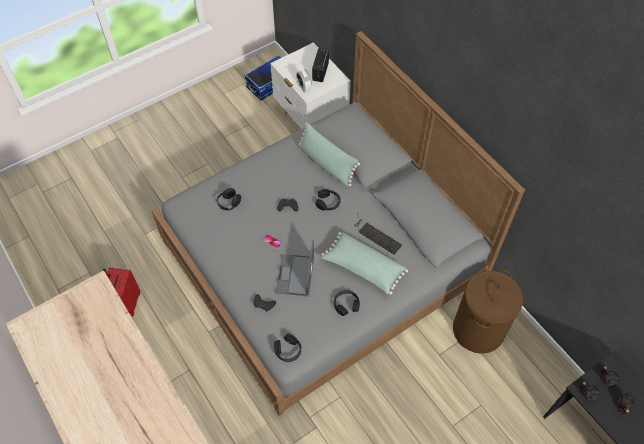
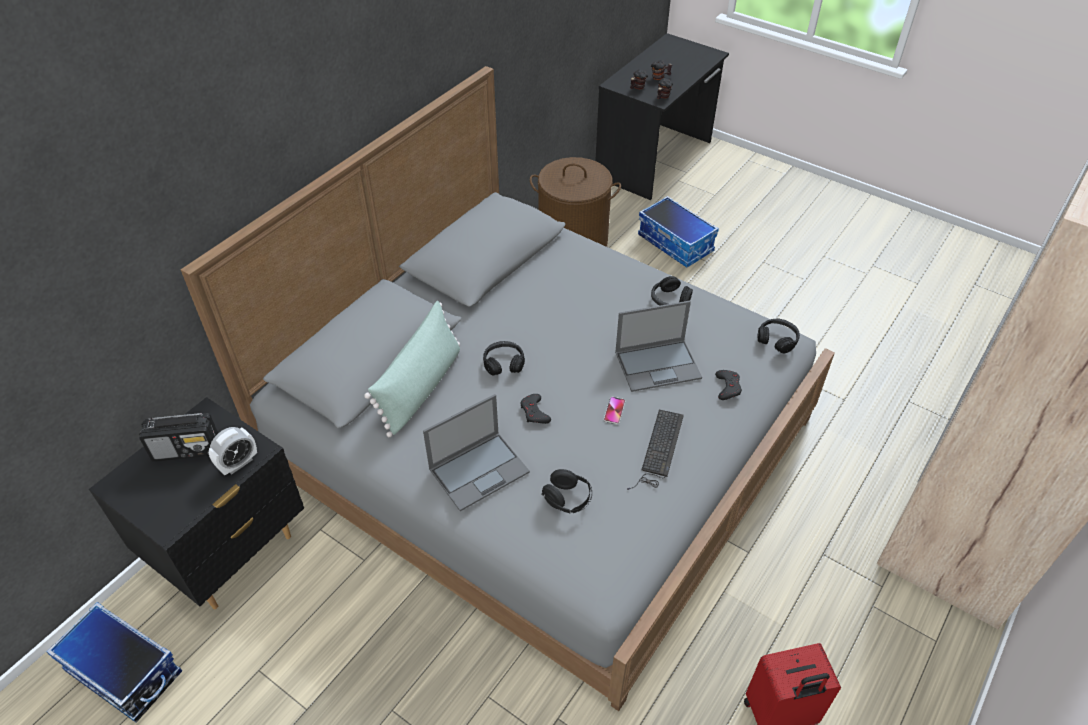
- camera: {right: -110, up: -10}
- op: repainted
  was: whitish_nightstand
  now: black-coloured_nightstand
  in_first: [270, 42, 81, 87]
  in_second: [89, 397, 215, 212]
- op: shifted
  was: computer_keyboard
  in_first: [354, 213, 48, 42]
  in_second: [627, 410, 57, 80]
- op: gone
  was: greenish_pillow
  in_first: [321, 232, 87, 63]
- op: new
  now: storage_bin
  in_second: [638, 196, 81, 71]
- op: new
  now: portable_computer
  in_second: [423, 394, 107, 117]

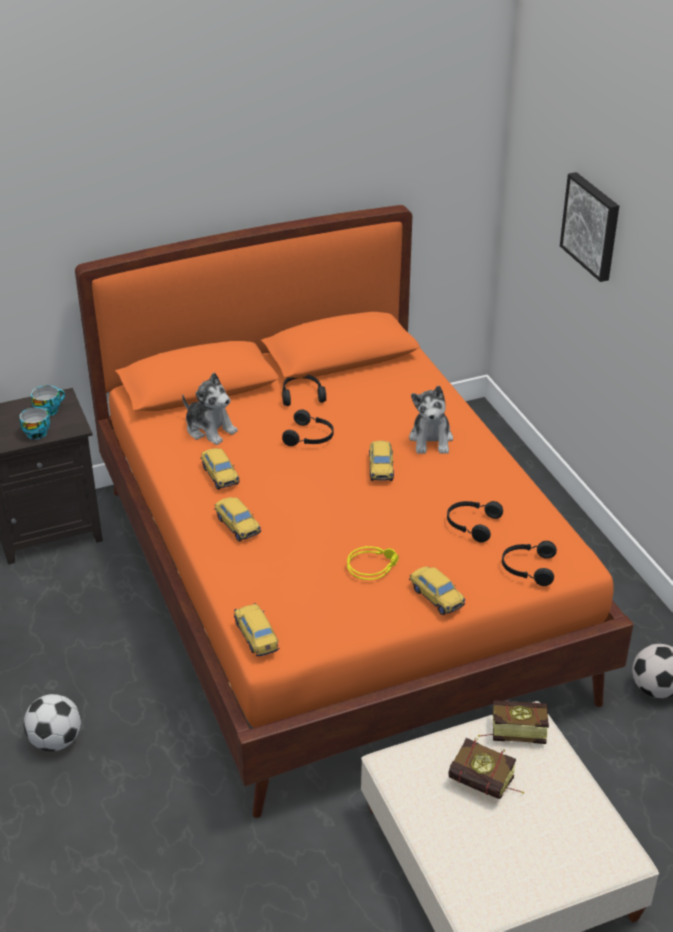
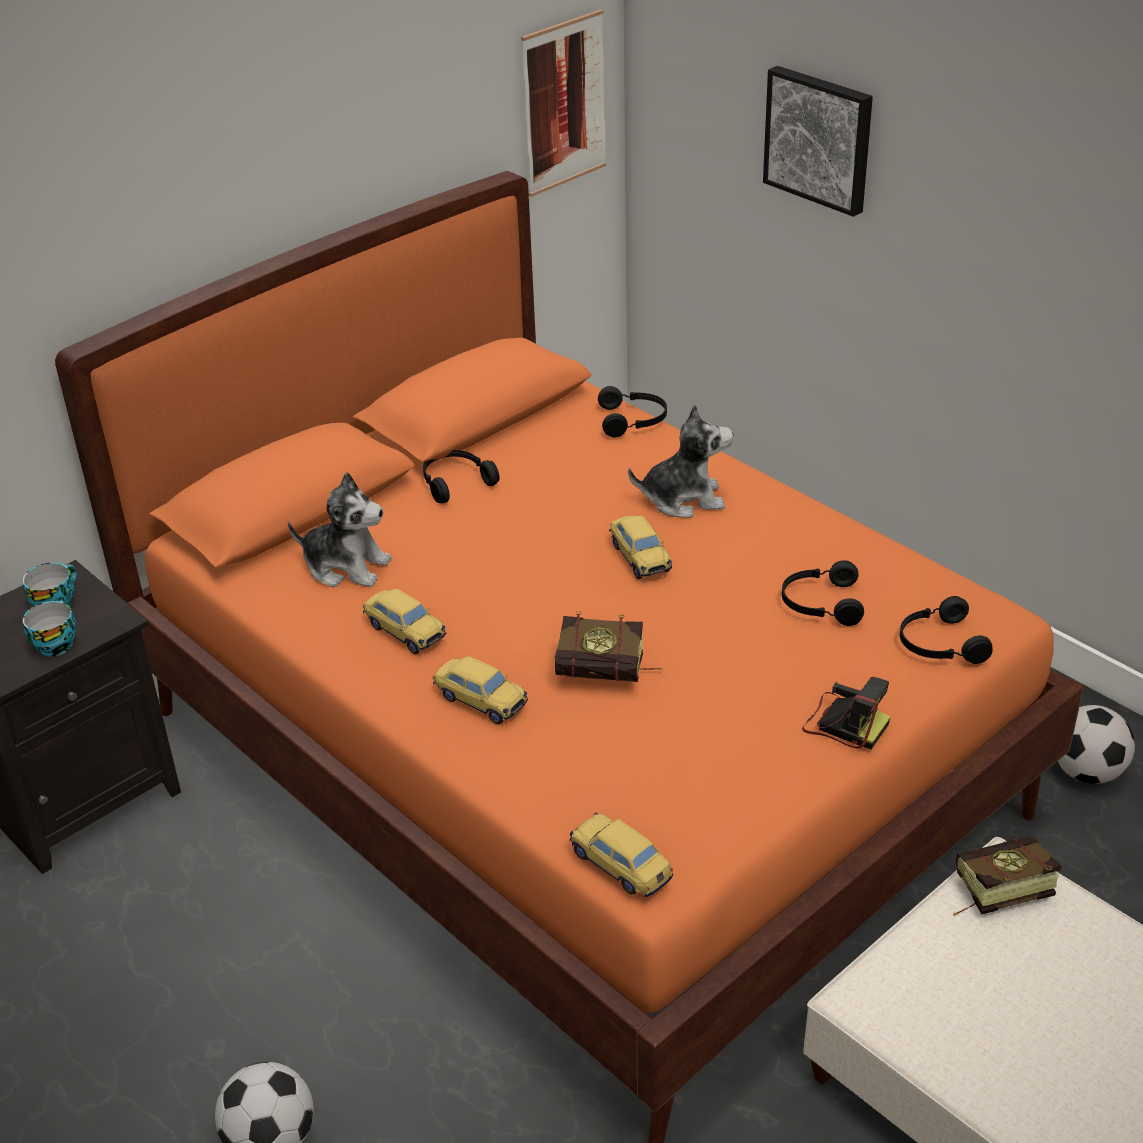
- camera: {right: -20, up: 0}
- op: rotated
  was: soft_toy
  in_first: [409, 386, 44, 68]
  in_second: [628, 404, 105, 114]
  clockwise: -75
- op: shifted
  was: black-coloured_pair_of_headphones
  in_first: [282, 409, 52, 37]
  in_second: [598, 386, 69, 52]
- op: gone
  was: yellowish_pair_of_headphones
  in_first: [347, 546, 52, 34]
- op: swapped
  was: miniature_car
  now: still_camera
  in_first: [409, 566, 56, 49]
  in_second: [802, 677, 89, 73]
- op: shifted
  was: volume
  in_first: [448, 738, 76, 61]
  in_second: [555, 612, 108, 70]
- op: new
  now: wall_art
  in_second: [521, 10, 85, 187]

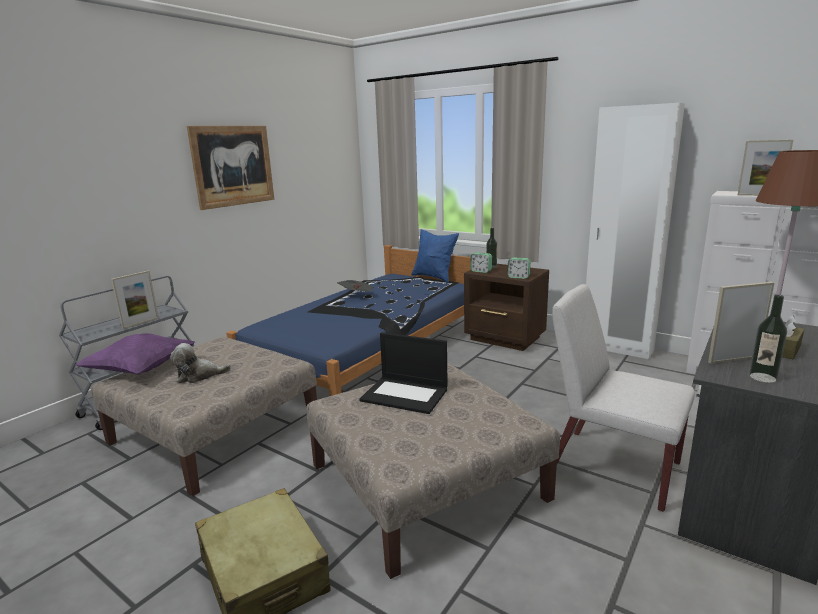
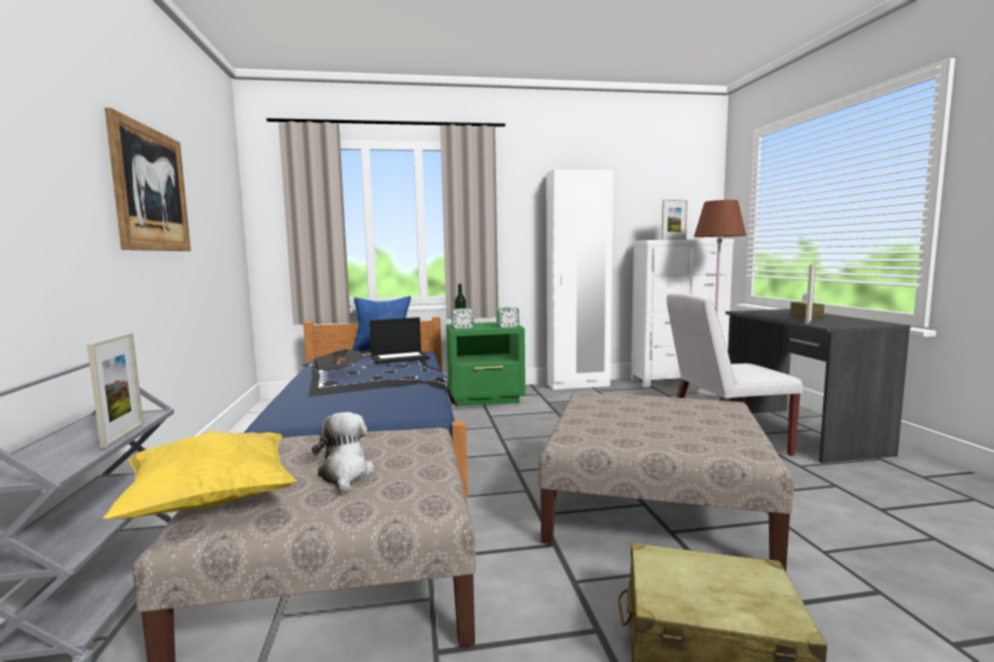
- camera: {right: -45, up: -10}
- op: repainted
  was: brown_nightstand
  now: greenish_nightstand
  in_first: [464, 264, 85, 87]
  in_second: [446, 322, 79, 85]
- op: gone
  was: drink_bottle
  in_first: [749, 295, 38, 88]
- op: shifted
  was: portable_computer
  in_first: [360, 332, 88, 82]
  in_second: [370, 317, 60, 47]
- op: repainted
  was: purplish_pillow
  now: yellowish_pillow
  in_first: [75, 333, 120, 42]
  in_second: [103, 430, 193, 89]
- op: rotated
  was: soft_toy
  in_first: [170, 343, 61, 40]
  in_second: [312, 412, 62, 82]
  clockwise: 135

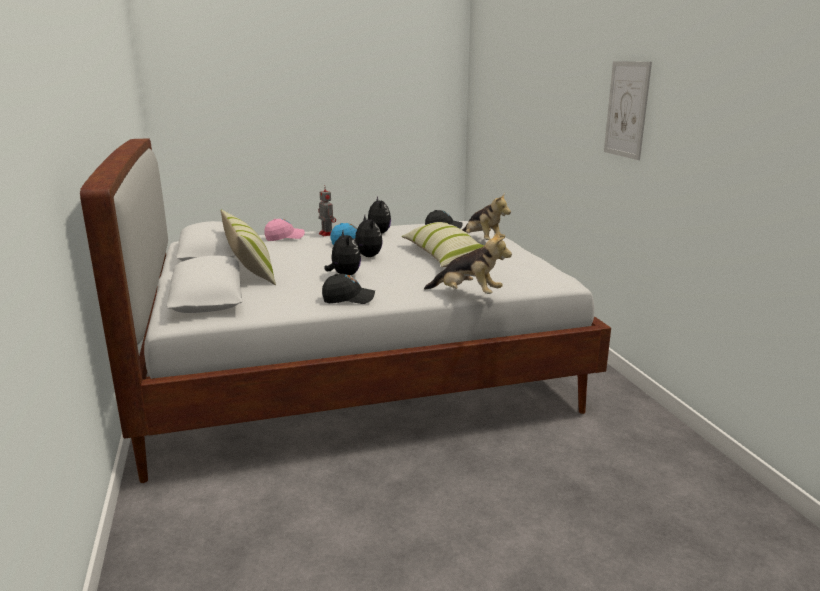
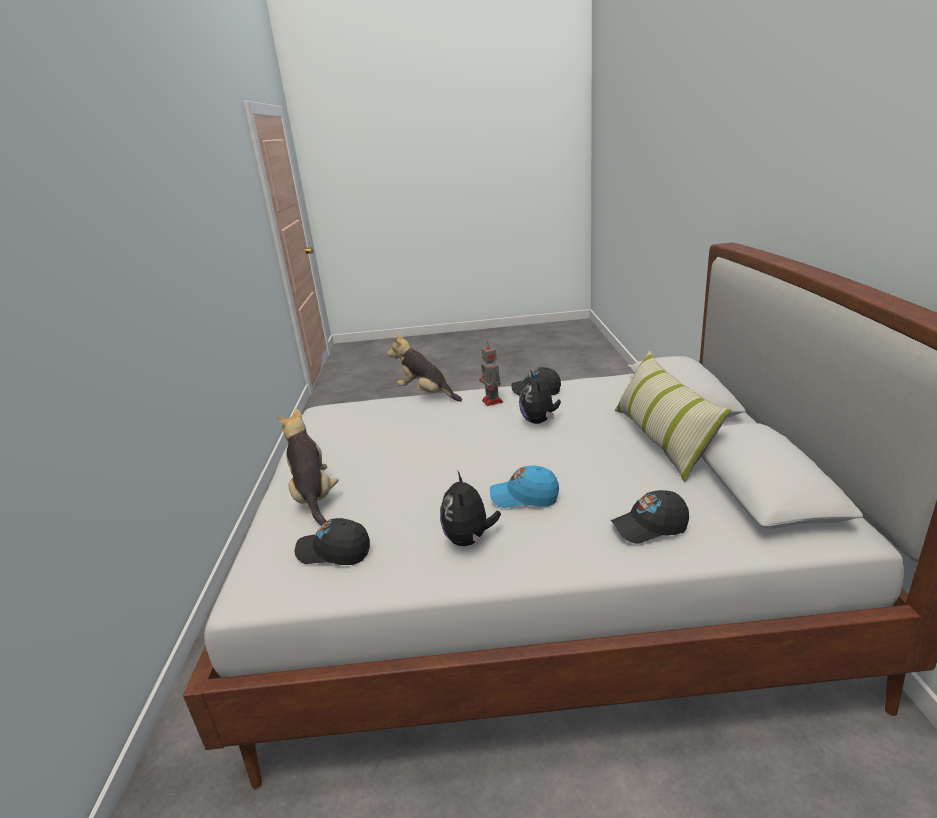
- camera: {right: -165, up: 5}
- op: gone
  was: wall_art
  in_first: [604, 61, 48, 99]
- op: shifted
  was: toy_robot
  in_first: [318, 186, 18, 50]
  in_second: [479, 341, 24, 65]
- op: gone
  was: soft_toy
  in_first: [354, 215, 29, 42]
- op: repainted
  was: pink-coloured_peaked_cap
  now: black-coloured_peaked_cap
  in_first: [265, 219, 40, 22]
  in_second: [611, 490, 78, 54]
- op: gone
  was: pillow
  in_first: [402, 222, 82, 45]

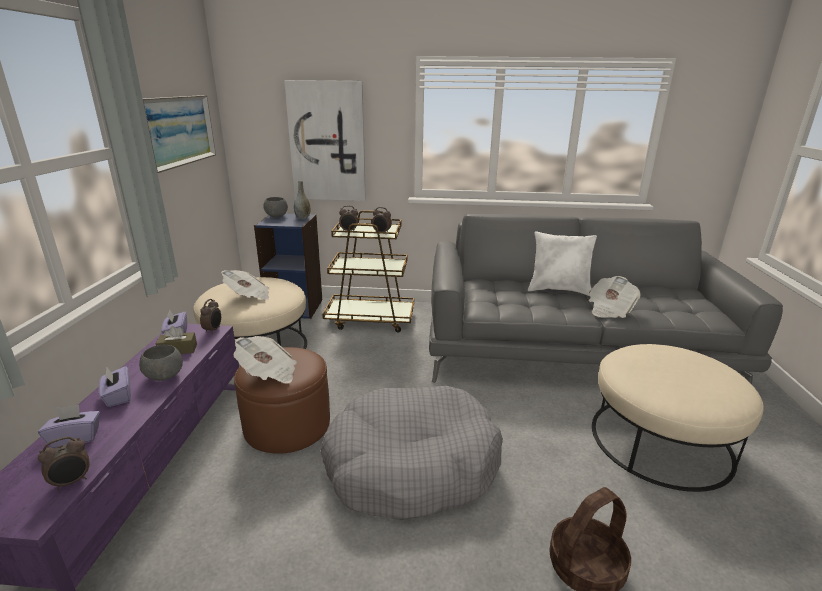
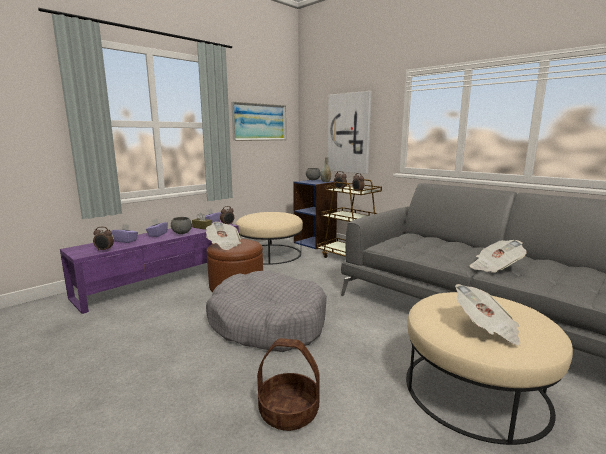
- camera: {right: 40, up: -10}
- op: gone
  was: whitish_pillow
  in_first: [528, 231, 69, 65]
- op: shifted
  was: printed_paper
  in_first: [221, 270, 48, 30]
  in_second: [455, 284, 65, 62]

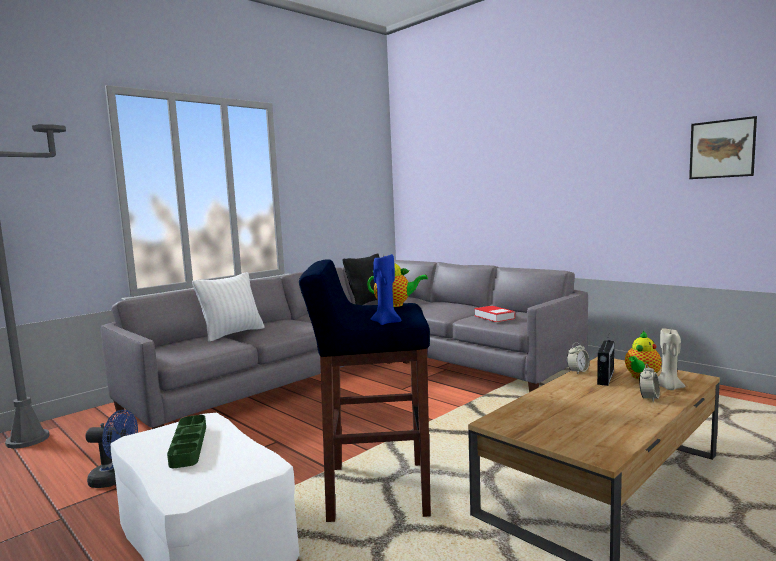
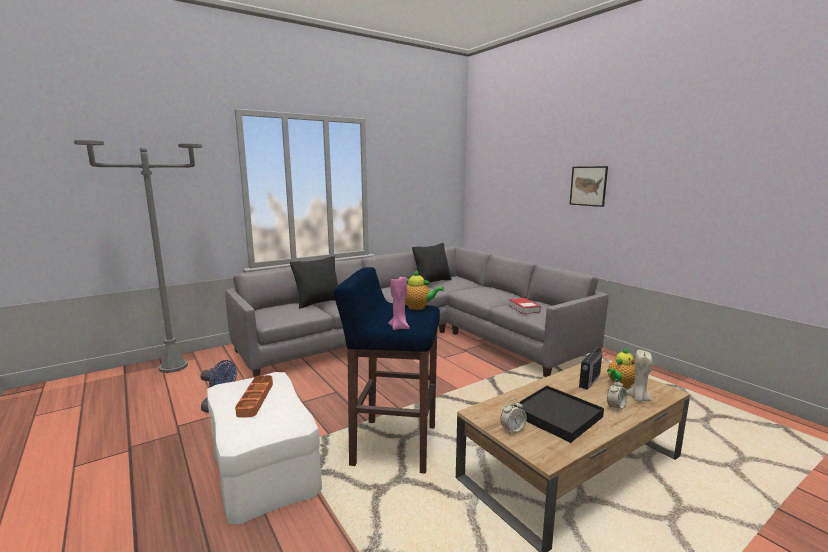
- camera: {right: 10, up: 5}
- op: shifted
  was: wall_art
  in_first: [689, 116, 68, 63]
  in_second: [570, 166, 38, 41]
- op: repainted
  was: blue-coloured_candle
  now: pink-coloured_candle
  in_first: [371, 254, 30, 71]
  in_second: [388, 277, 22, 53]
- op: repainted
  was: whitish_pillow
  now: black-coloured_pillow
  in_first: [192, 272, 72, 69]
  in_second: [290, 256, 49, 52]
- op: shifted
  was: alarm_clock
  in_first: [567, 342, 23, 32]
  in_second: [500, 399, 27, 35]
- op: repainted
  was: greenish_serving_tray
  now: orangey_serving_tray
  in_first: [167, 415, 39, 53]
  in_second: [235, 375, 38, 43]
- op: new
  now: black-coloured_serving_tray
  in_second: [513, 386, 91, 57]

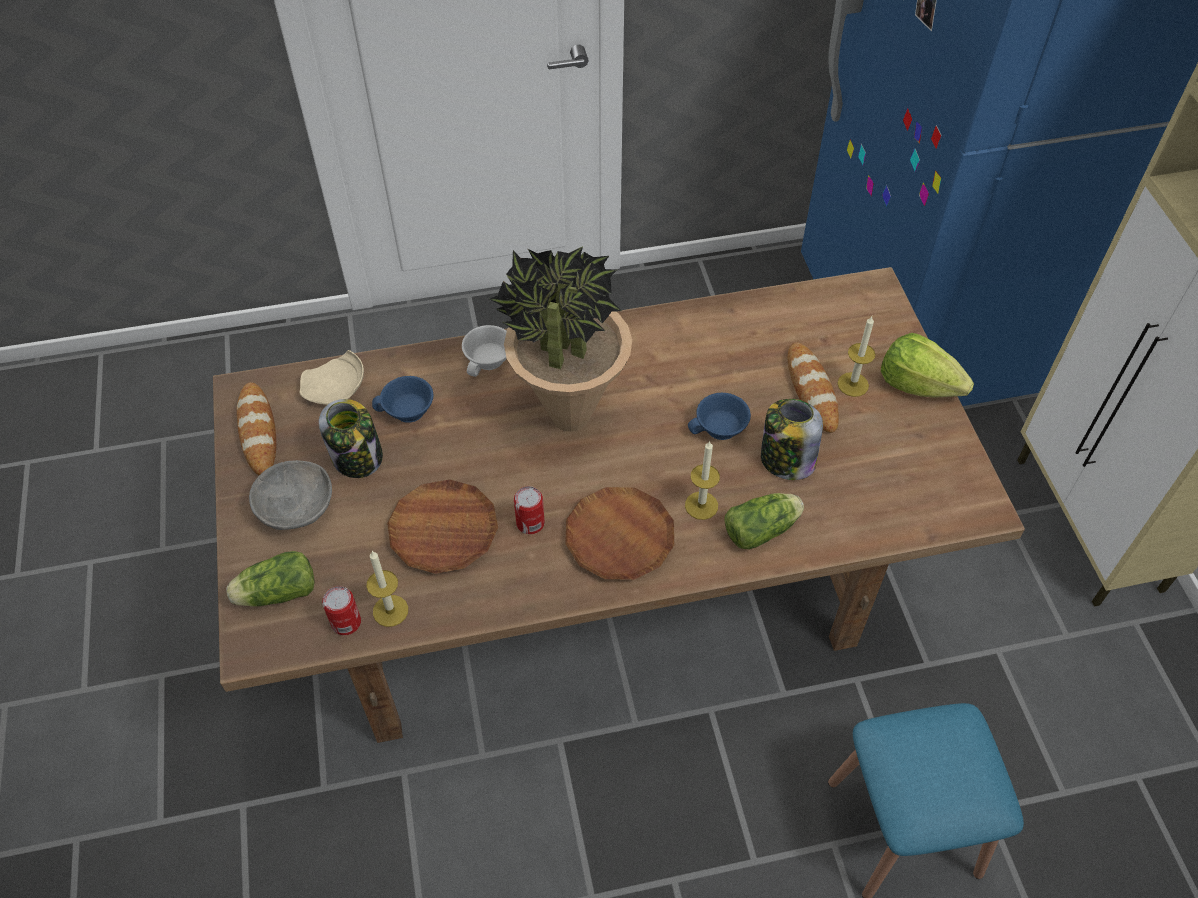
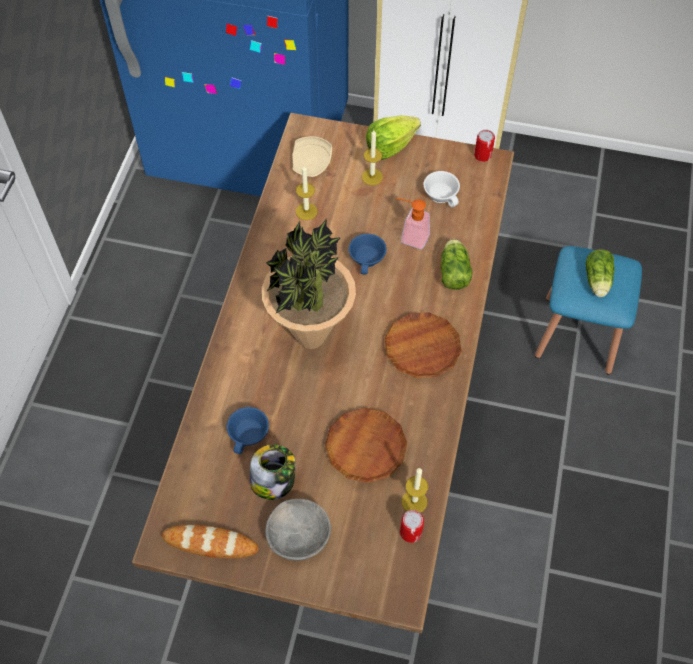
- camera: {right: -65, up: 5}
- op: shifted
  was: whitish_cup
  in_first: [462, 325, 45, 52]
  in_second: [423, 171, 37, 36]
- op: gone
  was: bakery_bread
  in_first: [788, 342, 51, 91]
- op: shifted
  was: beige_dinner_plate
  in_first: [300, 350, 64, 55]
  in_second: [292, 136, 40, 41]
- op: swapped
  was: jar
  now: soap_bottle
  in_first: [761, 399, 62, 81]
  in_second: [396, 198, 34, 51]
- op: shifted
  was: candle
  in_first: [685, 441, 35, 79]
  in_second: [296, 165, 21, 55]
- op: shifted
  was: metal_can
  in_first: [514, 486, 31, 48]
  in_second: [474, 130, 21, 32]
- op: shifted
  was: head_of_lettuce
  in_first: [226, 551, 89, 56]
  in_second: [585, 249, 30, 48]

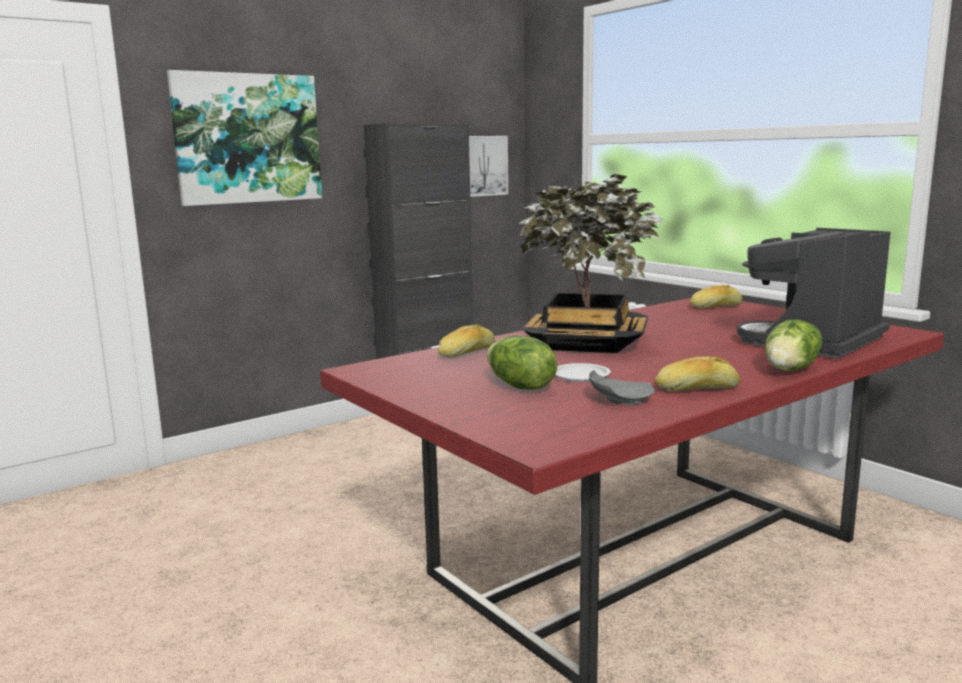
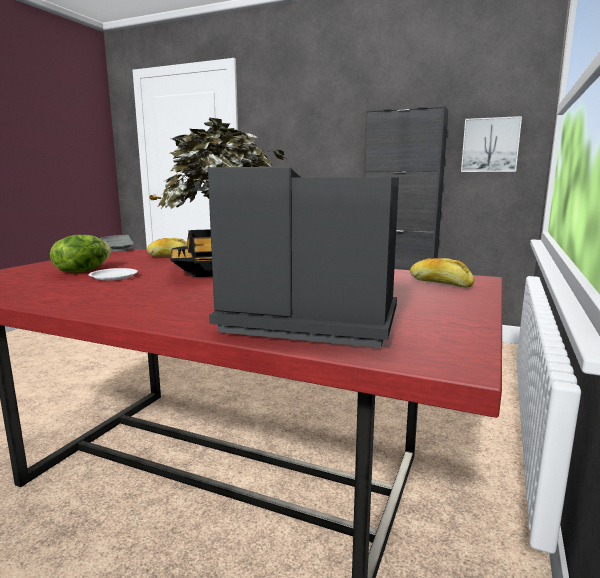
- camera: {right: 60, up: 0}
- op: gone
  was: wall_art
  in_first: [167, 70, 155, 136]
- op: gone
  was: head_of_lettuce
  in_first: [765, 320, 57, 51]
- op: gone
  was: bakery_bread
  in_first: [655, 356, 85, 35]
- op: shifted
  was: gray_dinner_plate
  in_first: [589, 370, 66, 35]
  in_second: [100, 235, 34, 17]

